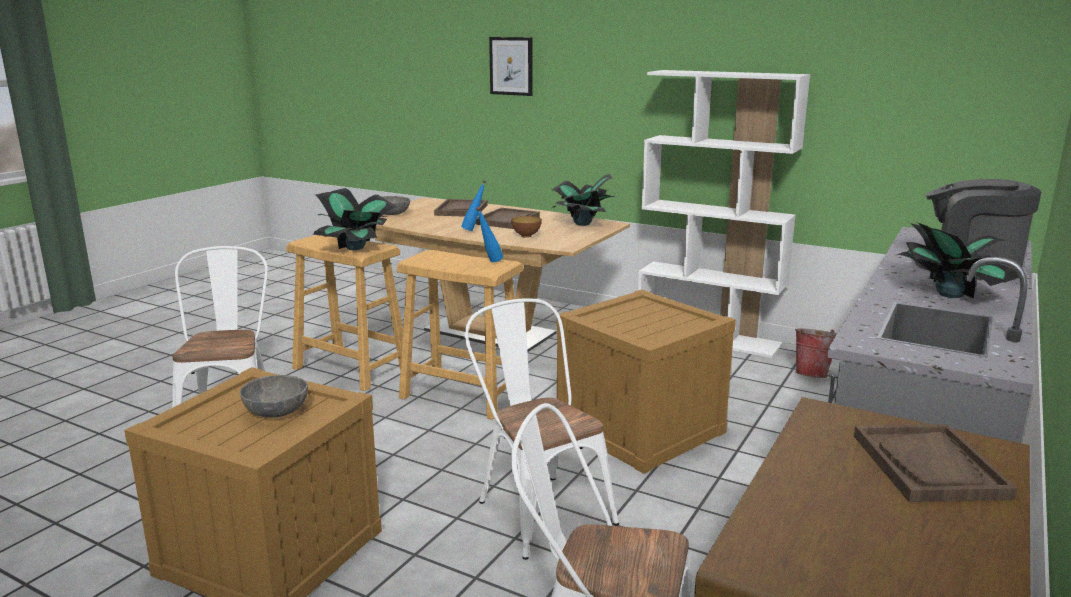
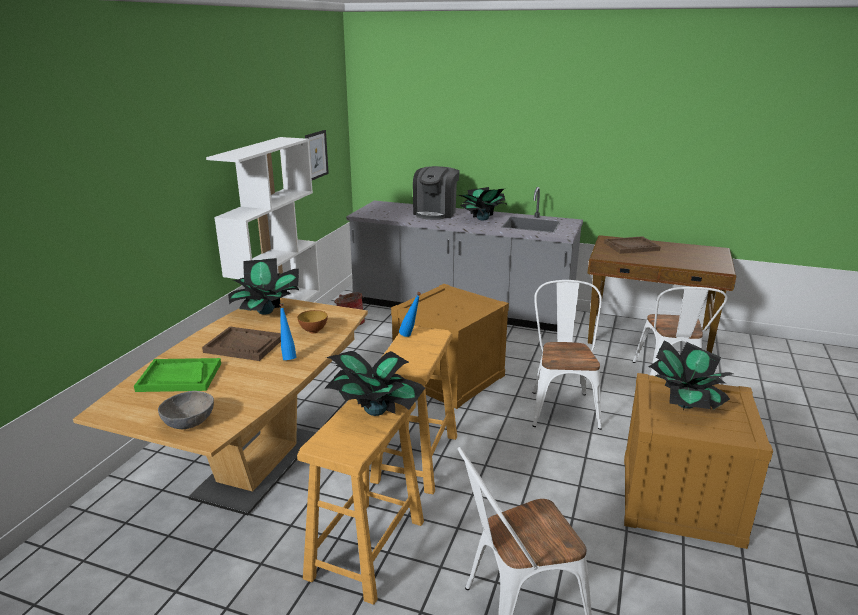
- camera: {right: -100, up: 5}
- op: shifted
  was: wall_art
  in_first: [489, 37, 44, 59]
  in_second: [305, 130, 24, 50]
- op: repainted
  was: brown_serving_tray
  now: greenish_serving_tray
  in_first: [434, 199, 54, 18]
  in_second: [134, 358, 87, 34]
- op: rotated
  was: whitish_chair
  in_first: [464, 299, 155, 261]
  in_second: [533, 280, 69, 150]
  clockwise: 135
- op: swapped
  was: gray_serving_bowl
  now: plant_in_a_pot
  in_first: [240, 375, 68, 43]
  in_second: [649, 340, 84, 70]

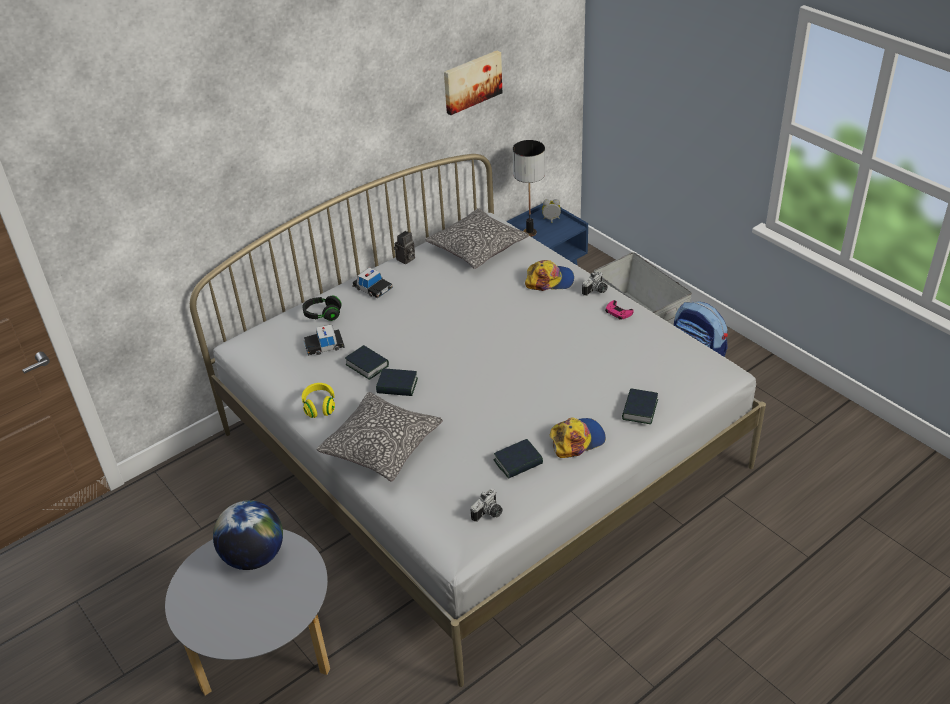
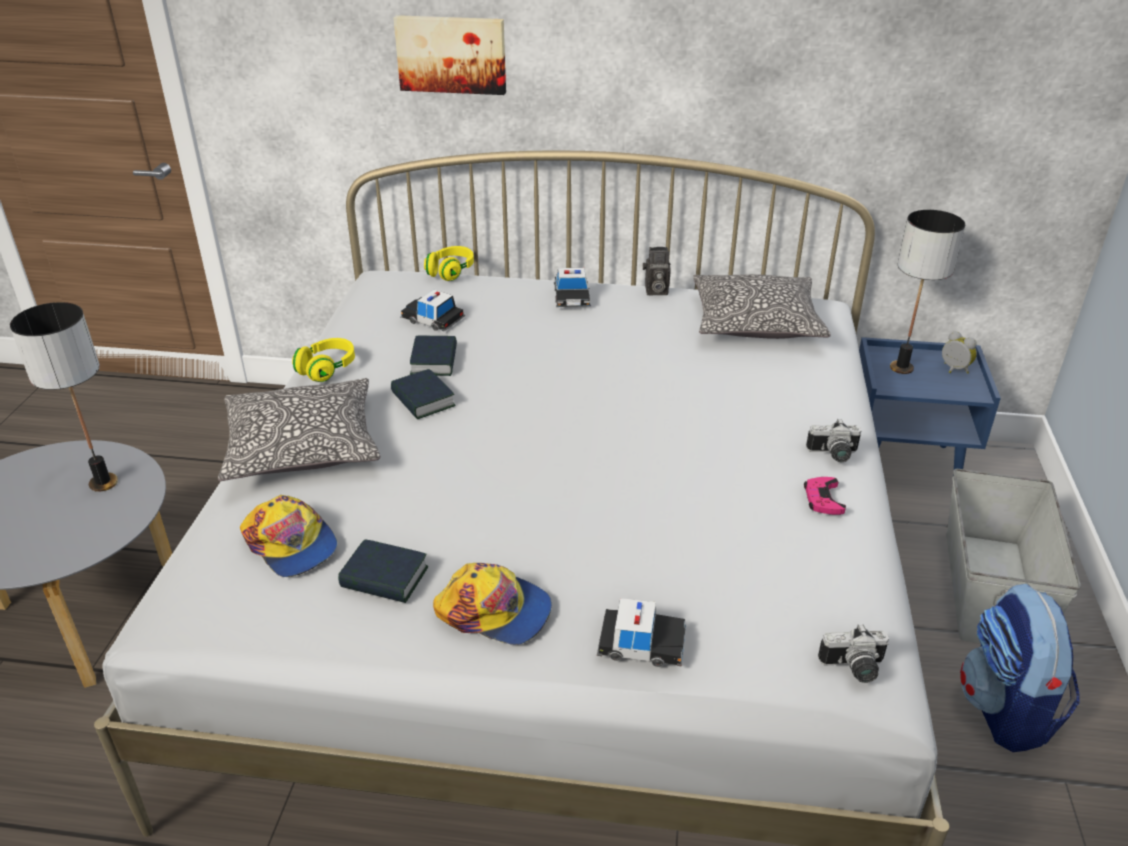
- camera: {right: 45, up: -5}
- op: shifted
  was: wall_art
  in_first: [444, 51, 58, 64]
  in_second: [394, 15, 112, 80]
- op: shifted
  was: peaked_cap
  in_first: [525, 260, 49, 31]
  in_second: [240, 495, 97, 82]
- op: gone
  was: black-coloured_pair_of_headphones
  in_first: [302, 295, 40, 26]
- op: swapped
  was: volume
  now: miniature_car
  in_first: [622, 388, 36, 36]
  in_second: [597, 598, 89, 69]
- op: shifted
  was: still_camera
  in_first: [471, 488, 32, 34]
  in_second: [818, 624, 71, 59]
- op: swapped
  was: world_globe
  now: lamp_for_a_table
  in_first: [213, 500, 70, 70]
  in_second: [10, 302, 108, 190]
- op: new
  now: yellowish_pair_of_headphones
  in_second: [424, 246, 50, 35]

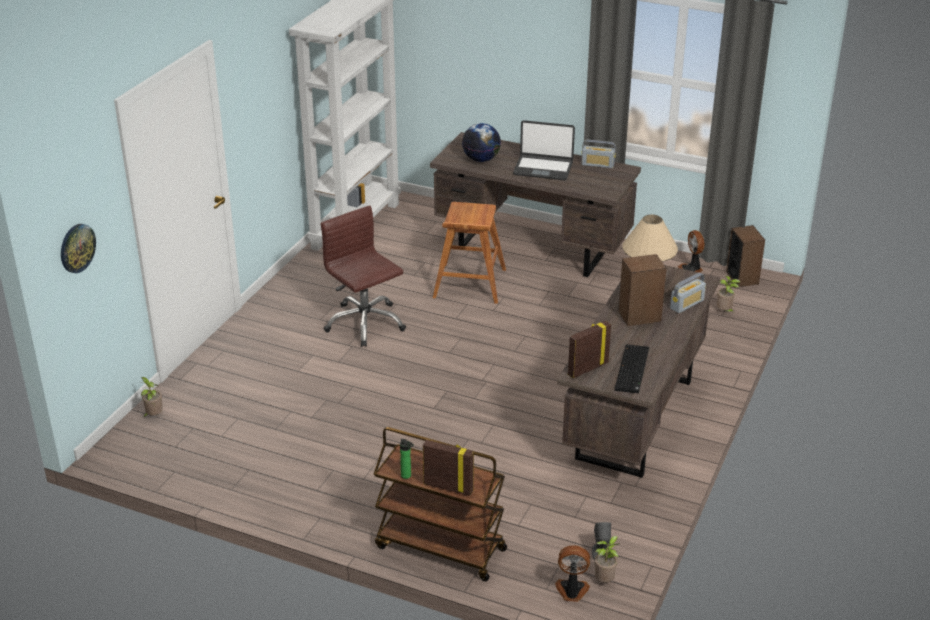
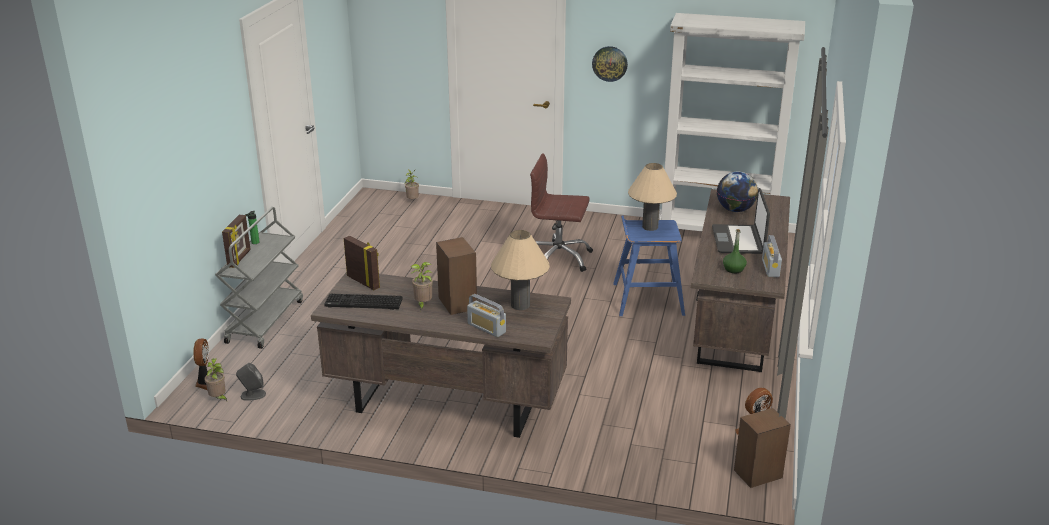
- camera: {right: 80, up: -5}
- op: repainted
  was: brown_stool_seat
  now: blue-coloured_stool_seat
  in_first: [433, 202, 73, 102]
  in_second: [613, 216, 72, 100]
- op: rotated
  was: brown_computer_chair
  in_first: [321, 205, 85, 142]
  in_second: [530, 154, 63, 118]
  clockwise: -120
- op: shifted
  was: hanging_clock
  in_first: [61, 224, 35, 49]
  in_second: [592, 46, 36, 36]
- op: shifted
  was: plant_in_a_pot
  in_first: [717, 276, 23, 37]
  in_second: [411, 262, 22, 49]
- op: repainted
  was: brown_cart
  now: gray_cart
  in_first: [373, 427, 134, 154]
  in_second: [215, 207, 88, 142]
- op: new
  now: beige_lamp_for_a_table
  in_second: [628, 163, 49, 68]
- op: new
  now: greenish_drink_bottle
  in_second: [723, 229, 24, 44]

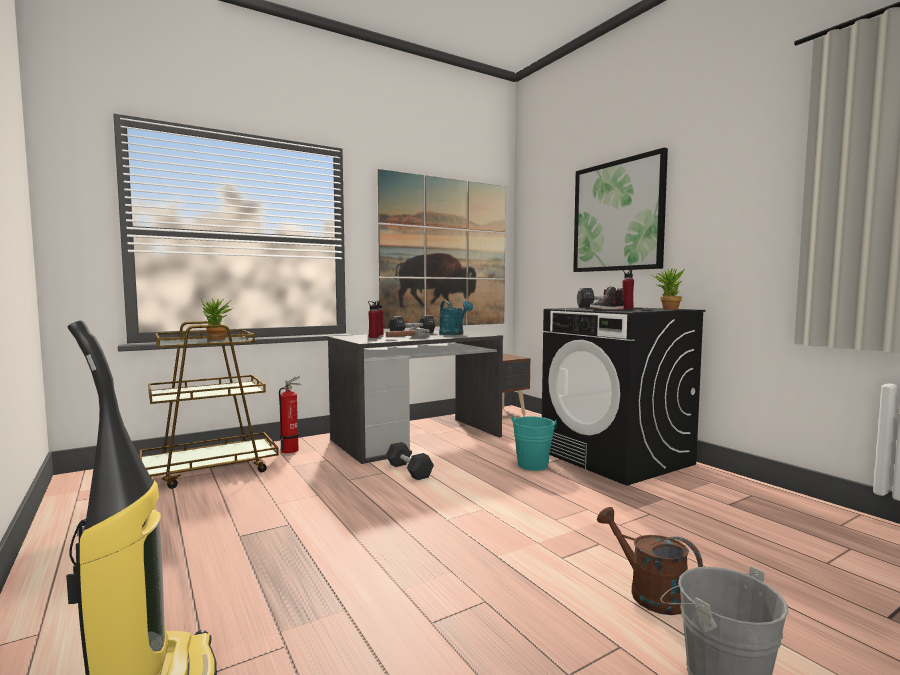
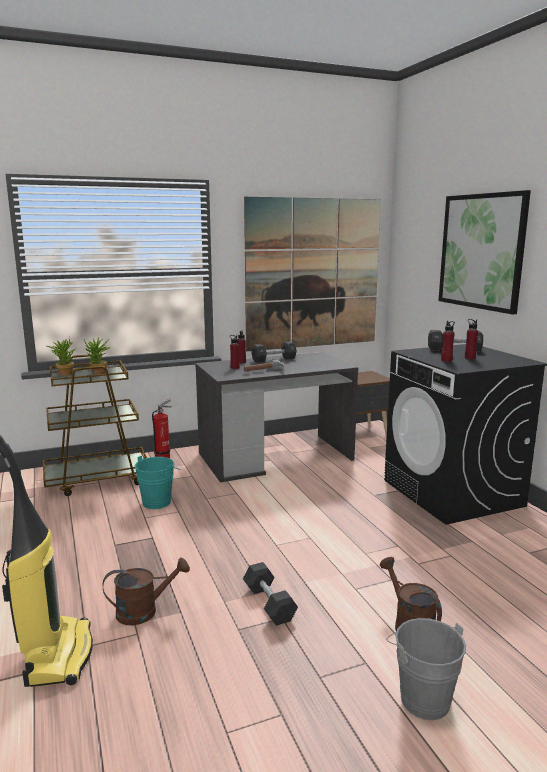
- camera: {right: 10, up: 10}
- op: shifted
  was: plant_in_a_pot
  in_first: [651, 269, 33, 41]
  in_second: [47, 337, 30, 39]
- op: swapped
  was: black-coloured_shoe
  now: red-coloured_drink_bottle
  in_first: [590, 287, 34, 23]
  in_second: [441, 321, 14, 41]
- op: gone
  was: turquoise_sprinkling_can
  in_first: [439, 301, 34, 34]
- op: shifted
  was: turquoise_pail
  in_first: [511, 415, 46, 56]
  in_second: [135, 456, 46, 53]
- op: shifted
  was: black-coloured_dumbbell
  in_first: [386, 442, 48, 38]
  in_second: [243, 562, 55, 64]
- op: new
  now: brown_sprinkling_can
  in_second: [103, 558, 87, 67]

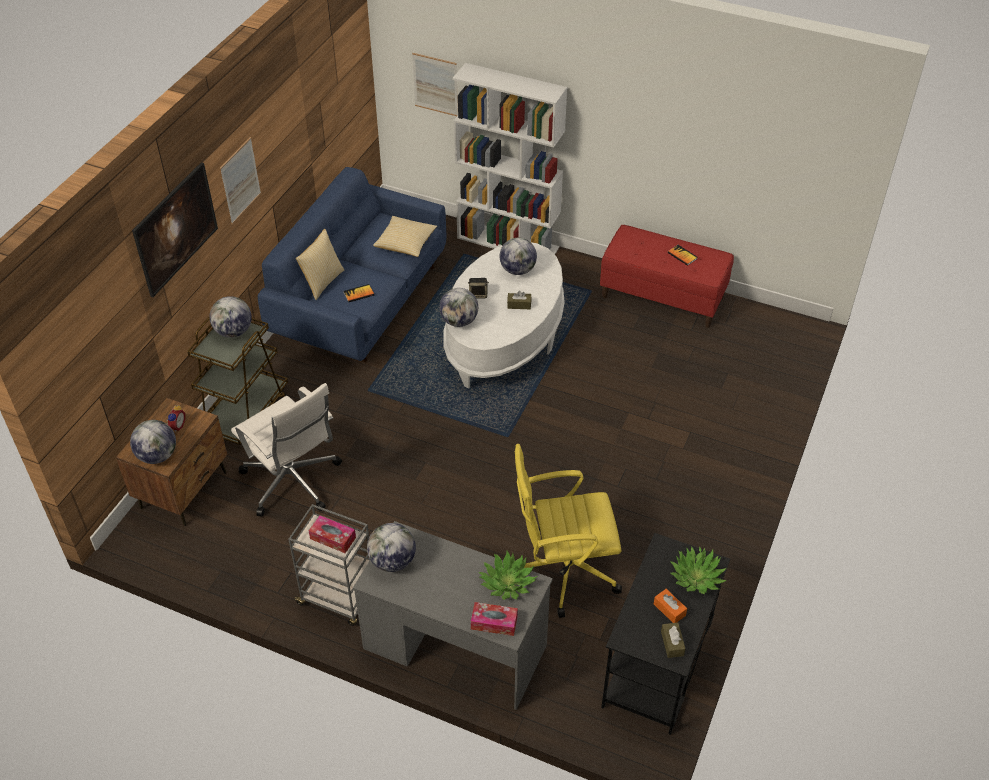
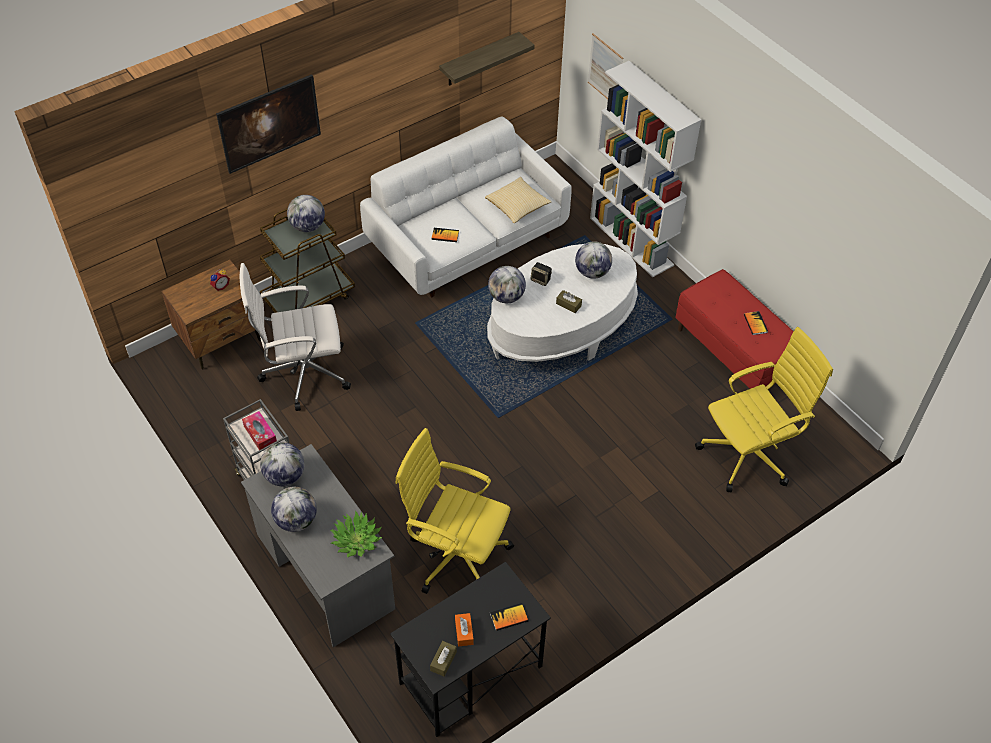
- camera: {right: 30, up: 5}
- op: gone
  was: wall_art
  in_first: [220, 137, 41, 87]
- op: repainted
  was: blue-coloured_sofa
  now: whitish_sofa
  in_first: [258, 167, 188, 195]
  in_second: [360, 116, 212, 181]
- op: gone
  was: pillow
  in_first: [296, 229, 48, 71]
- op: rotated
  was: whitish_computer_chair
  in_first: [231, 383, 111, 134]
  in_second: [240, 263, 111, 148]
  clockwise: 90
- op: shifted
  was: world_globe
  in_first: [130, 420, 46, 44]
  in_second: [271, 487, 46, 45]
- op: swapped
  was: plant_in_a_pot
  now: volume
  in_first: [670, 546, 57, 48]
  in_second: [490, 603, 38, 28]
- op: gone
  was: tissue_holder
  in_first: [471, 602, 47, 34]
- op: new
  now: shelf
  in_second: [439, 32, 96, 54]
- op: new
  now: yellowish_computer_chair
  in_second: [695, 327, 138, 165]

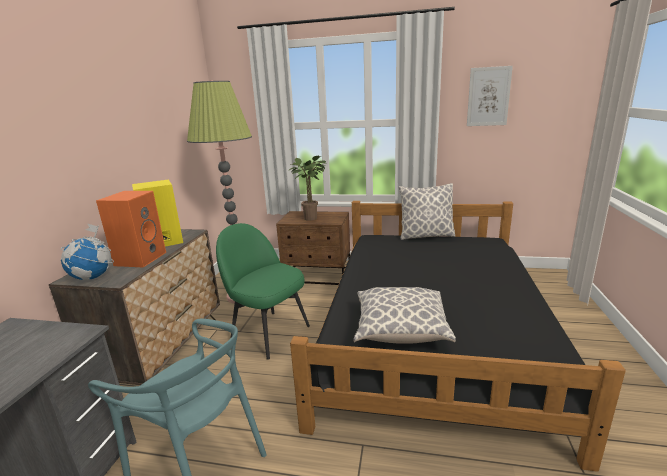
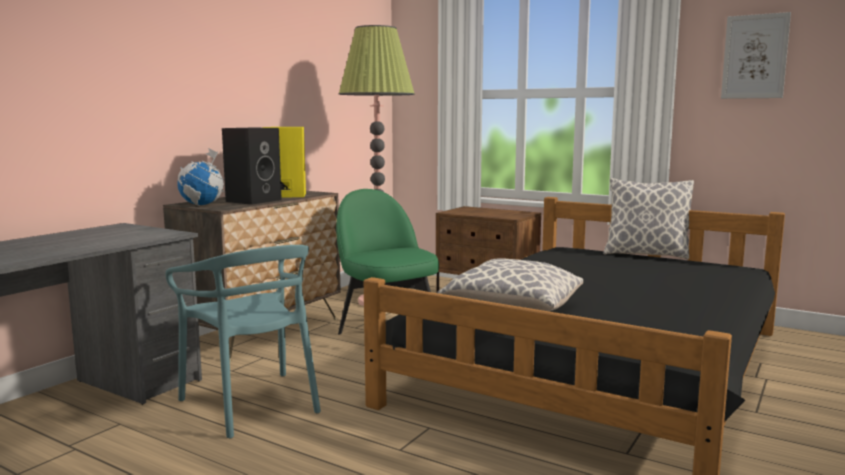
- camera: {right: 20, up: -10}
- op: gone
  was: plant_in_a_pot
  in_first: [288, 156, 38, 65]
- op: repainted
  was: orangey_audio_speaker
  now: black-coloured_audio_speaker
  in_first: [96, 191, 70, 77]
  in_second: [222, 128, 60, 77]

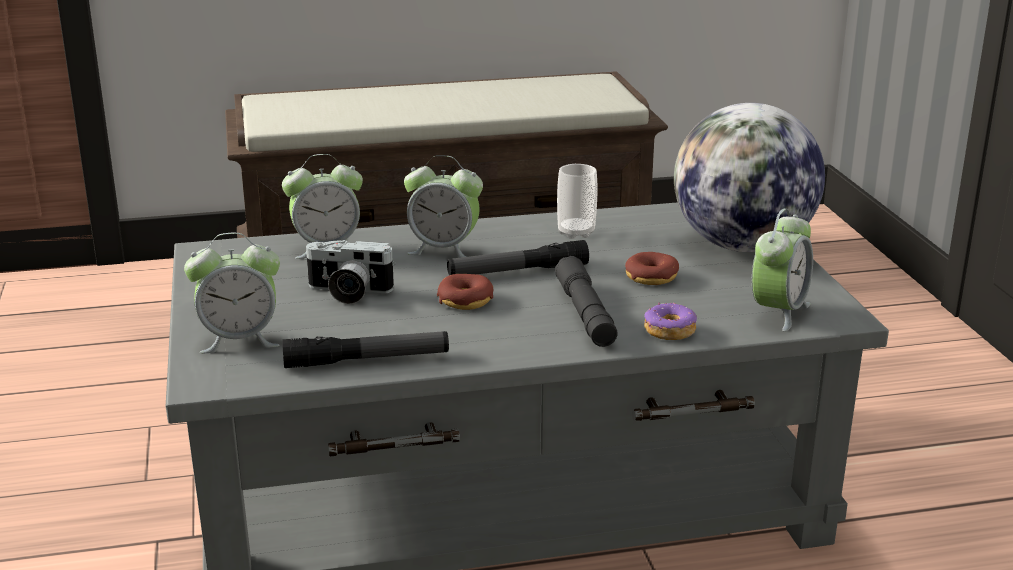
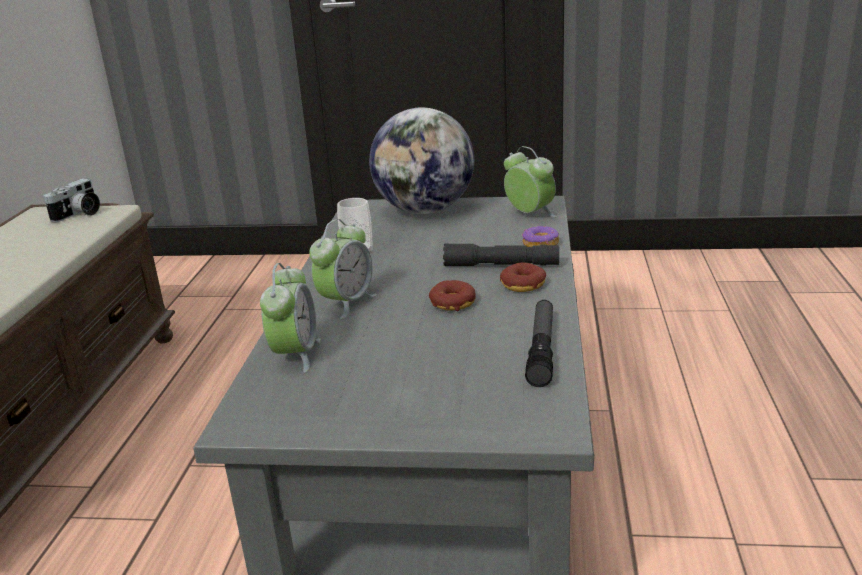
- camera: {right: -70, up: 0}
- op: gone
  was: alarm_clock
  in_first: [184, 233, 96, 120]
- op: shifted
  was: still_camera
  in_first: [304, 240, 92, 64]
  in_second: [44, 178, 56, 45]
- op: gone
  was: hand_torch
  in_first: [447, 240, 142, 35]
- op: shifted
  was: doughnut
  in_first: [625, 252, 54, 33]
  in_second: [500, 262, 46, 30]

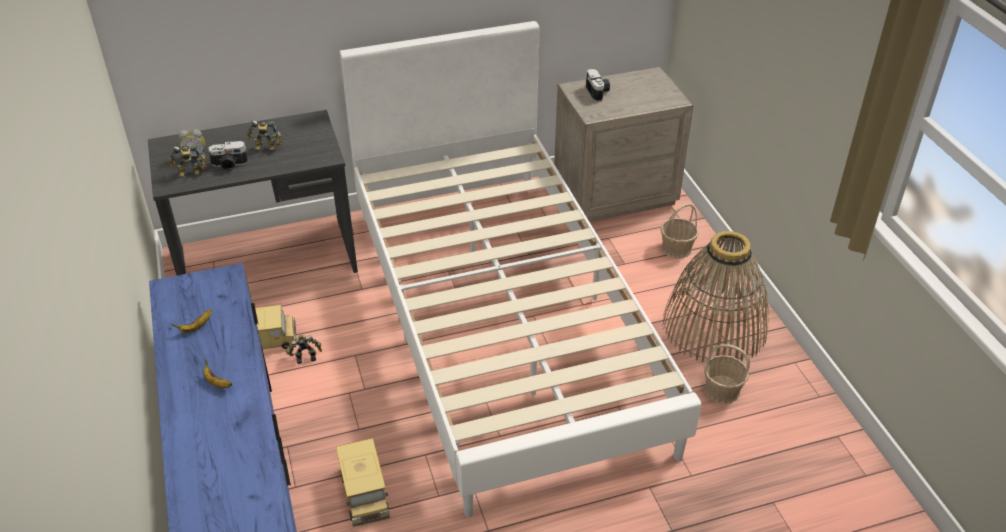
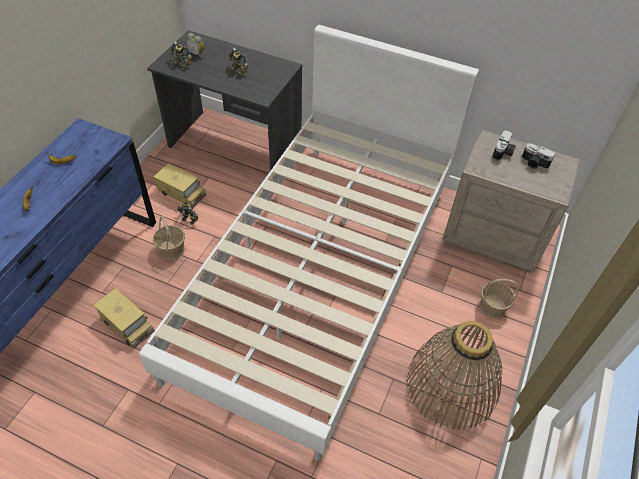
- camera: {right: 40, up: 10}
- op: shifted
  was: still_camera
  in_first: [208, 141, 40, 30]
  in_second: [522, 144, 33, 25]
- op: shifted
  was: storage_basket
  in_first: [704, 344, 46, 60]
  in_second: [153, 216, 32, 44]
- op: rotated
  was: toy_truck
  in_first: [336, 438, 54, 89]
  in_second: [93, 288, 62, 61]
  clockwise: -75

